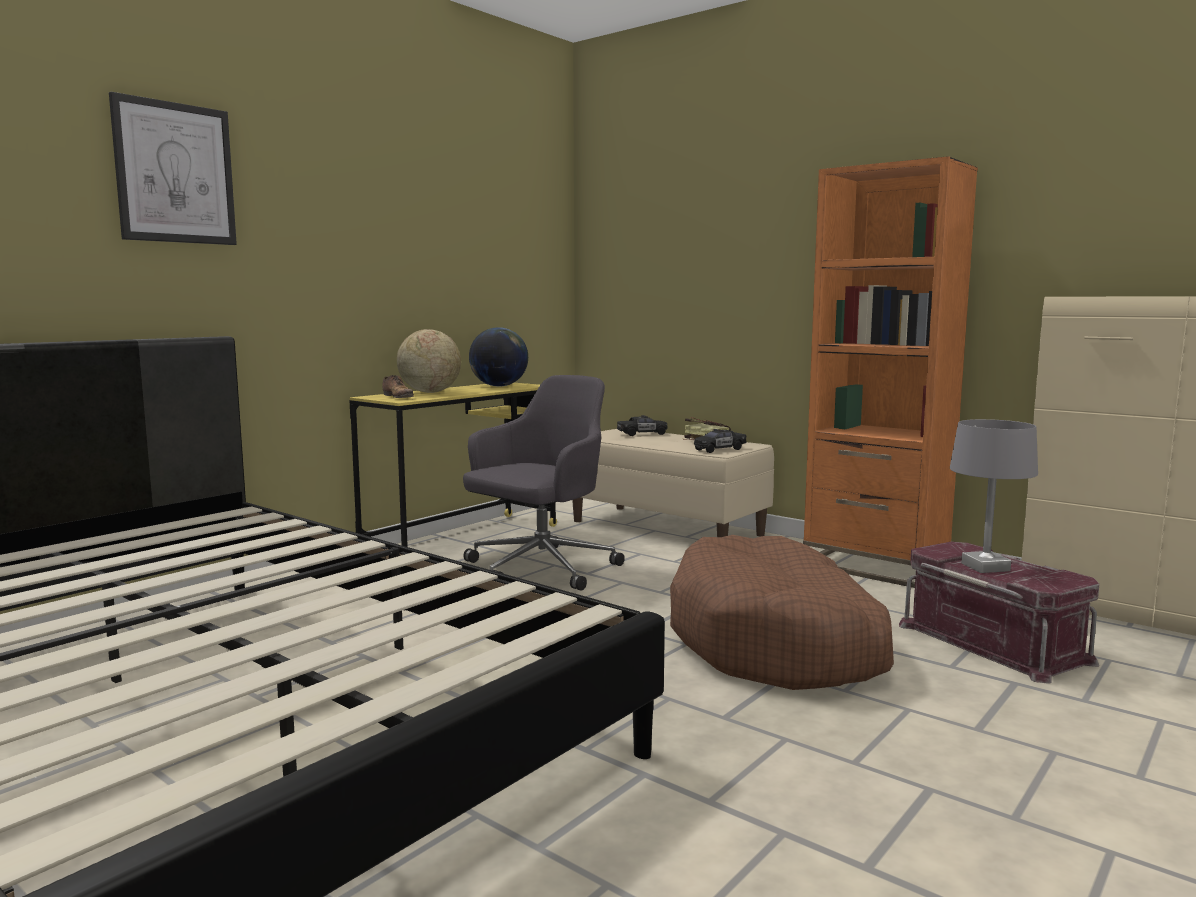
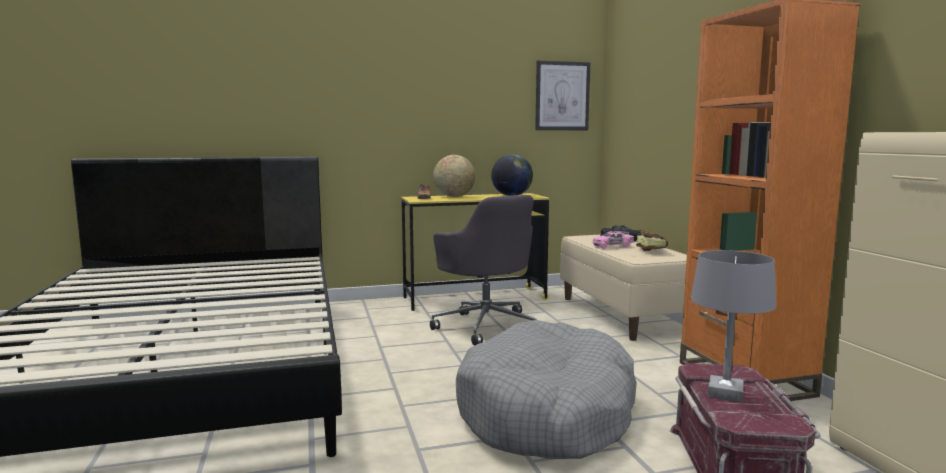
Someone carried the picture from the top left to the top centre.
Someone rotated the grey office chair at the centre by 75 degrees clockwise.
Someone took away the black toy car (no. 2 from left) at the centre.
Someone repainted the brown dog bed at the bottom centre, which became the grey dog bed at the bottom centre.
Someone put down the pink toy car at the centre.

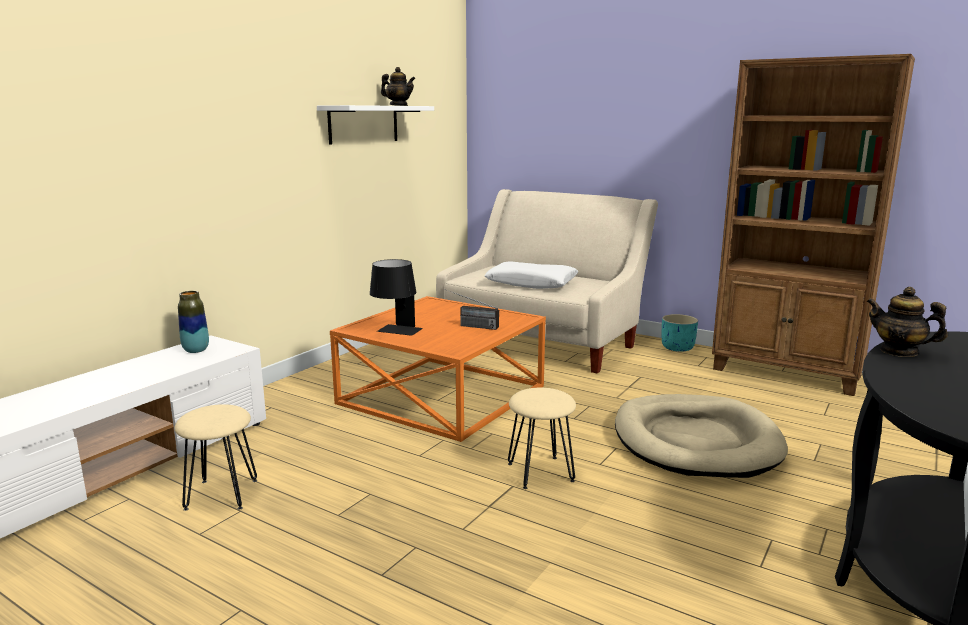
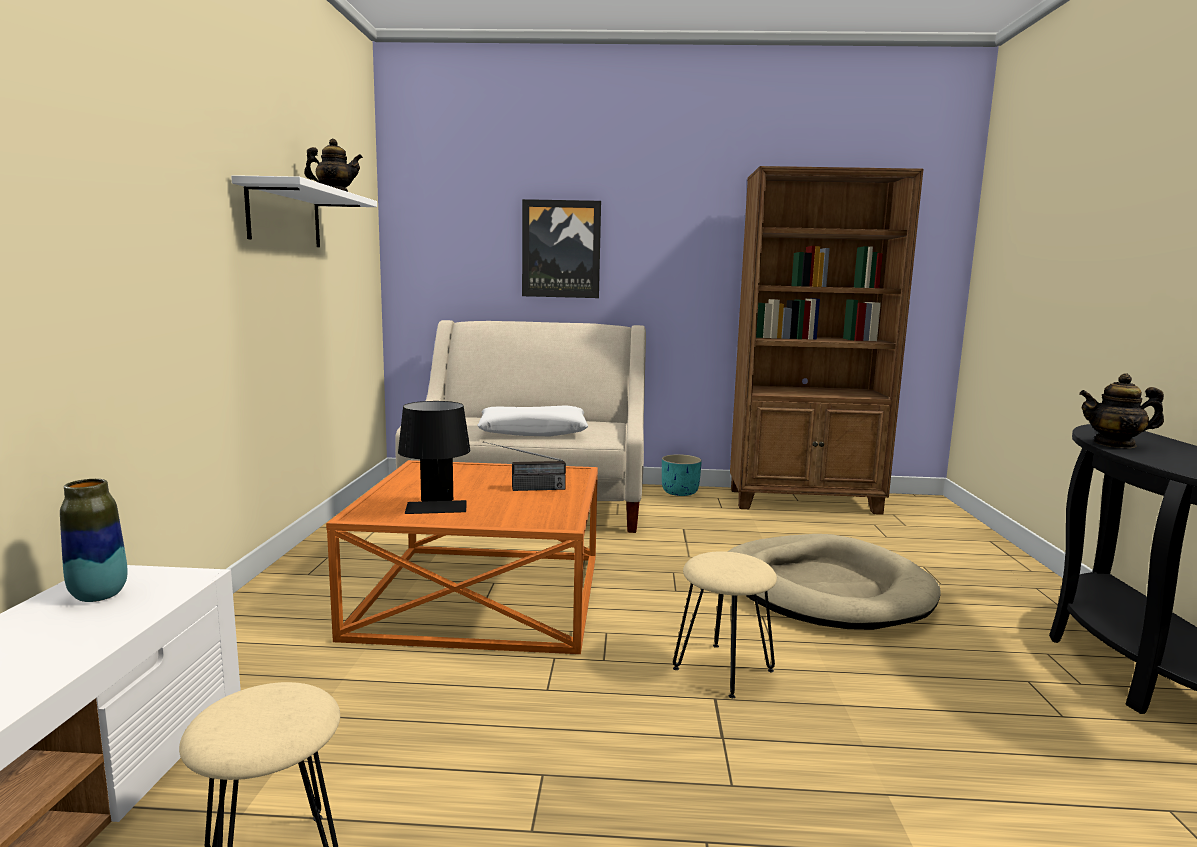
Someone put up the picture at the top centre.

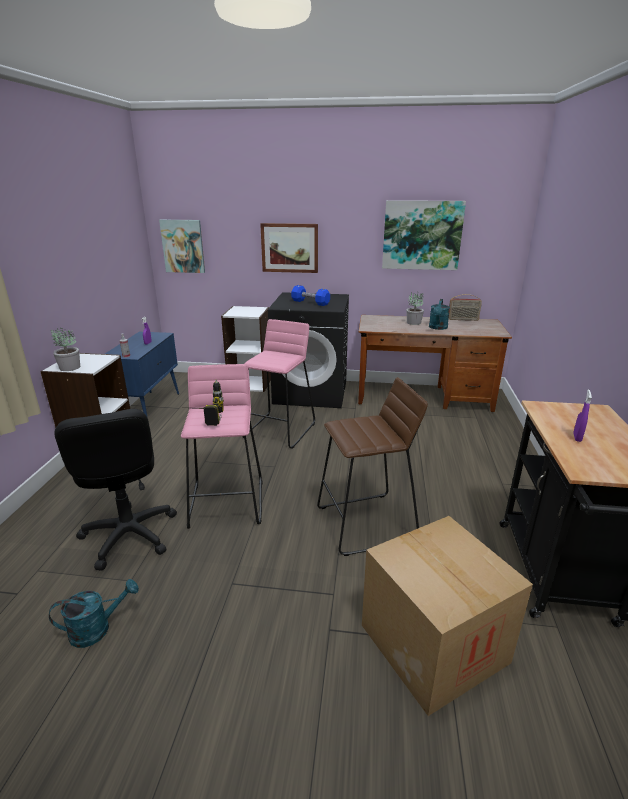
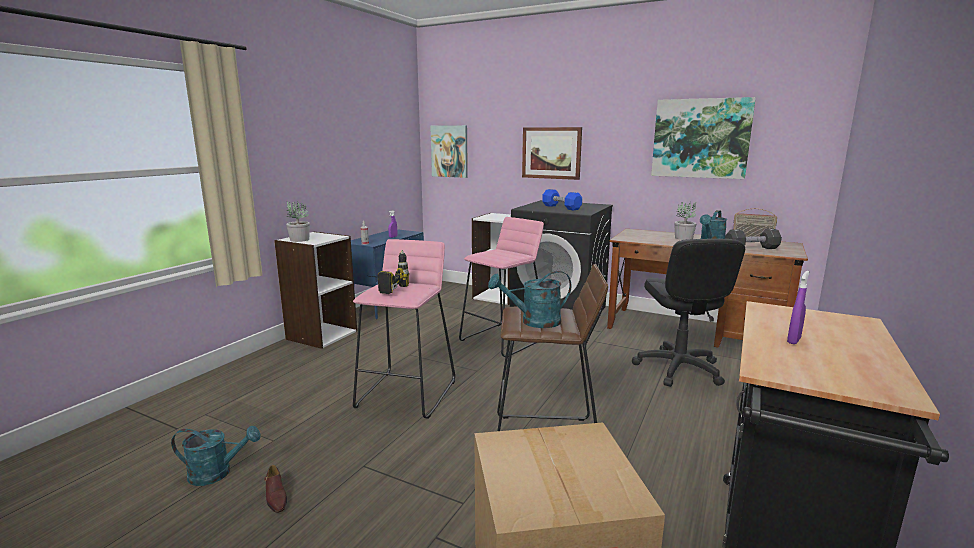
Someone carried the black office chair from the middle left to the middle right.
Someone put down the black dumbbell at the middle right.
Someone put down the turquoise watering can (no. 2 from left) at the centre.
Someone put down the brown shoe at the bottom left.

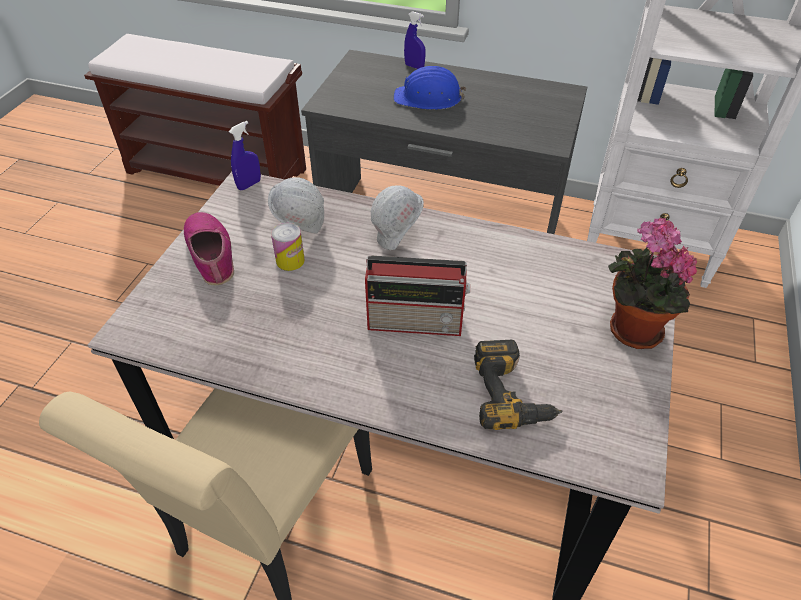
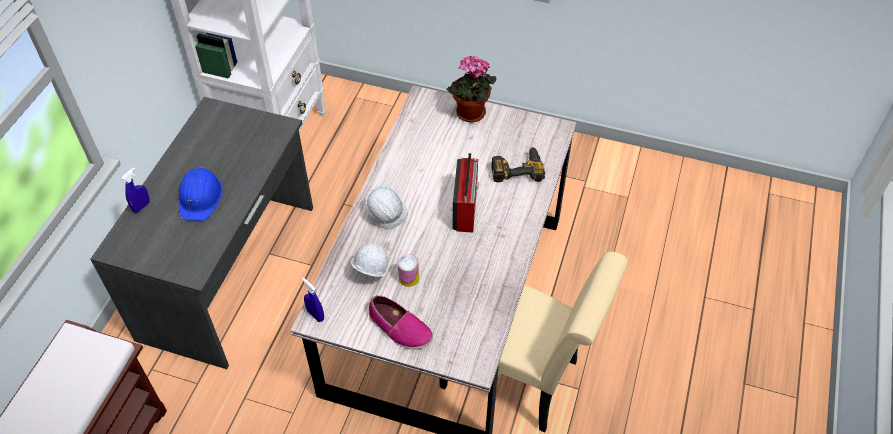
Someone rotated the shoe at the middle left by 120 degrees counterclockwise.

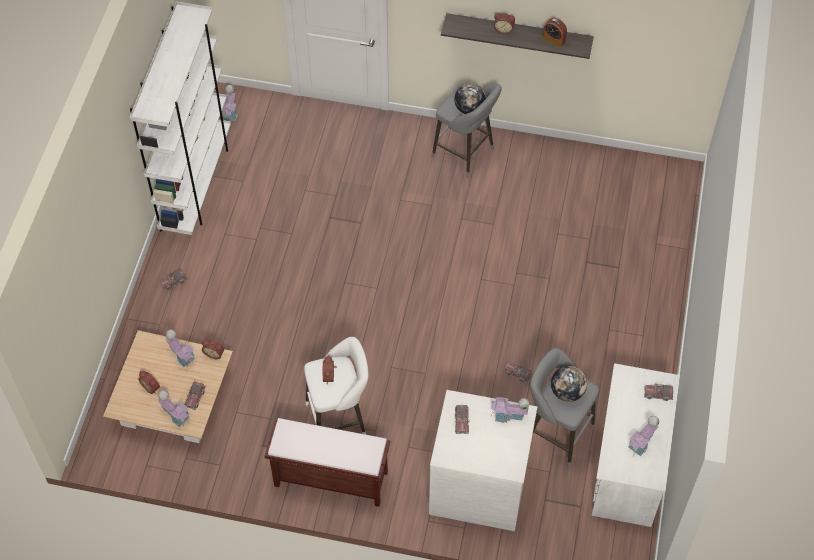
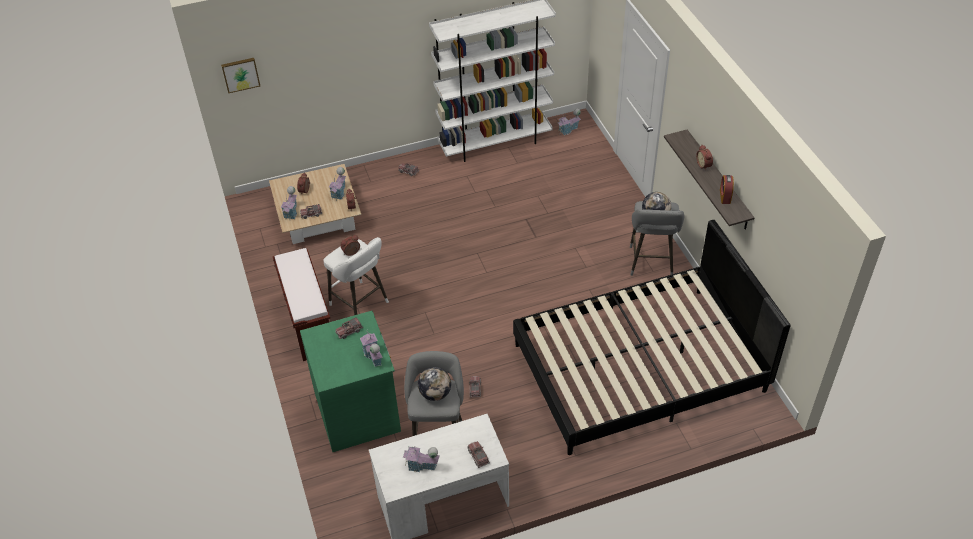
Someone repainted the white dresser at the bottom centre, which became the green dresser at the bottom centre.
Someone put up the picture at the top left.
Someone put down the black bed at the middle right.

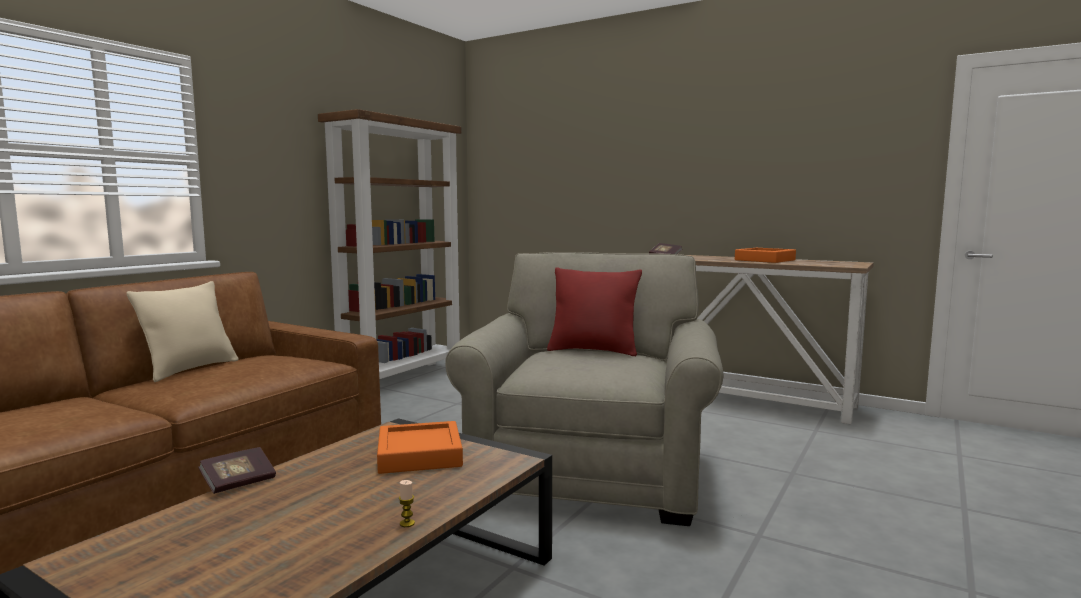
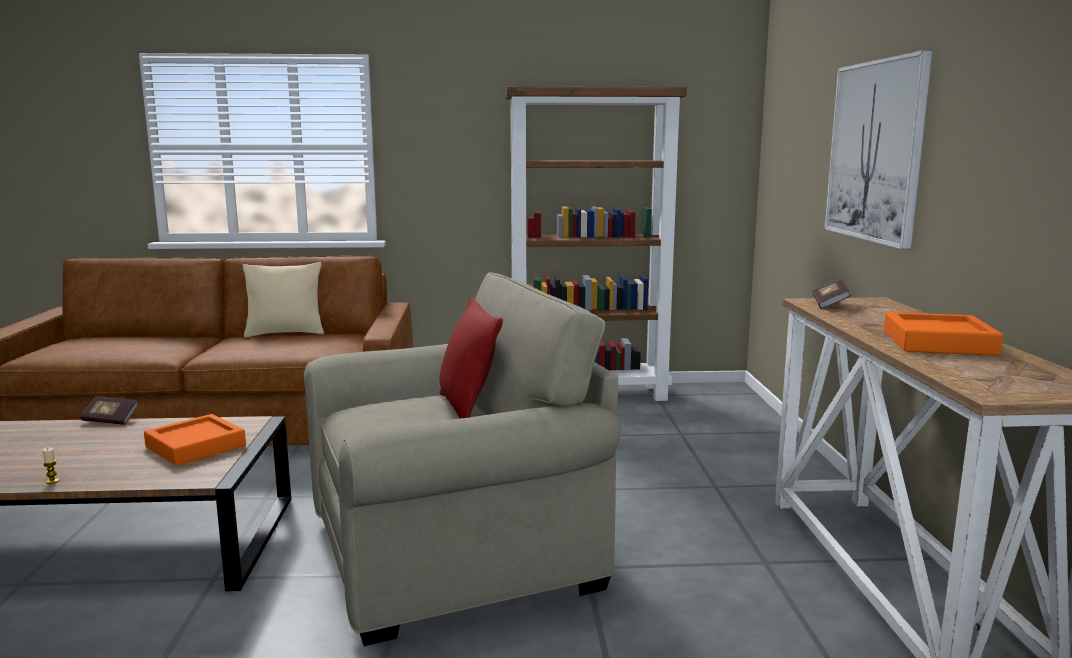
Someone put up the picture at the top right.

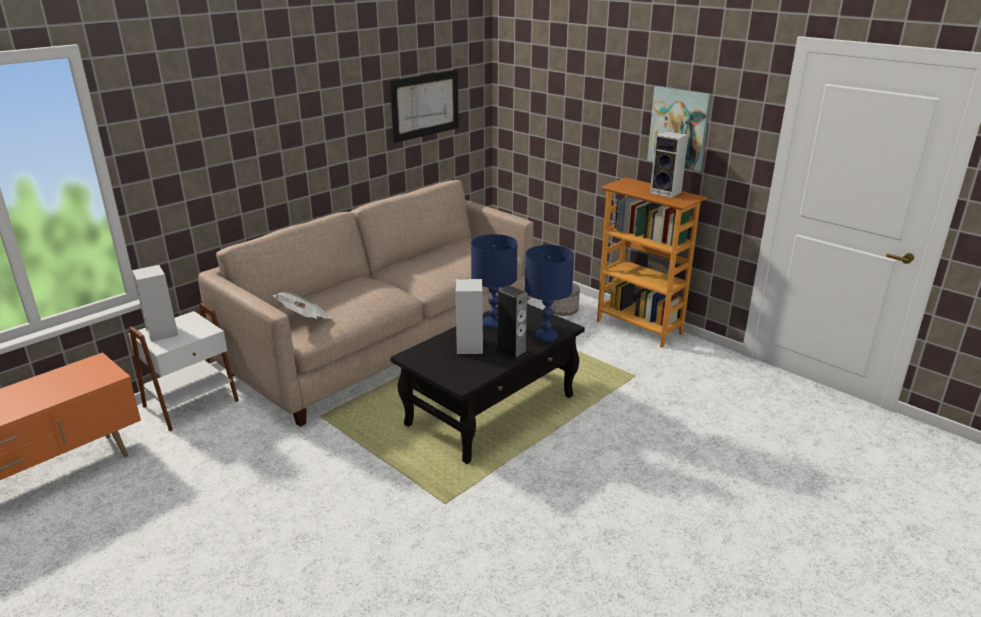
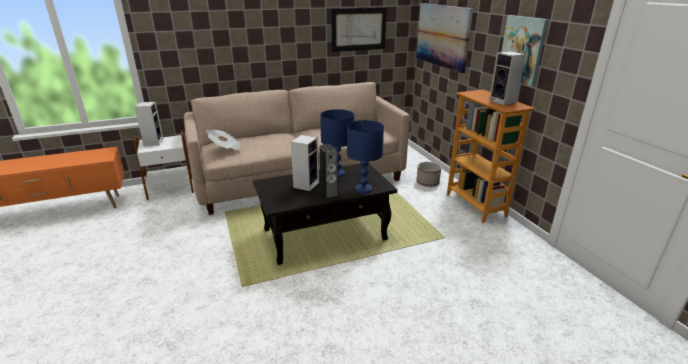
Someone put up the picture (no. 2 from left) at the top centre.

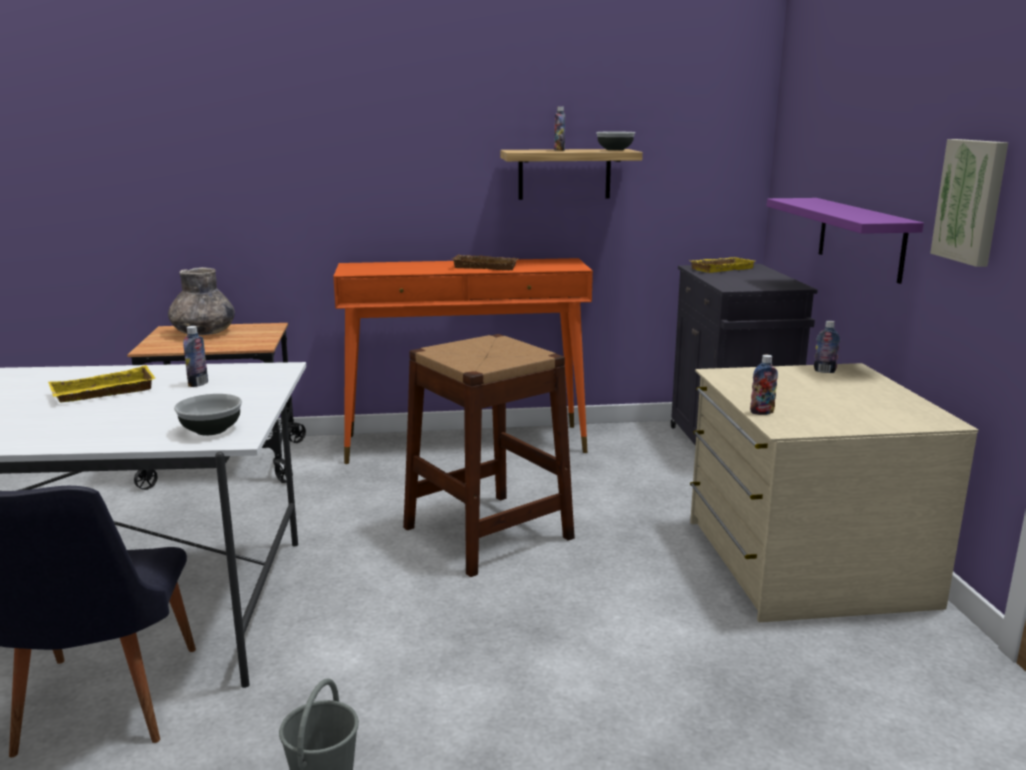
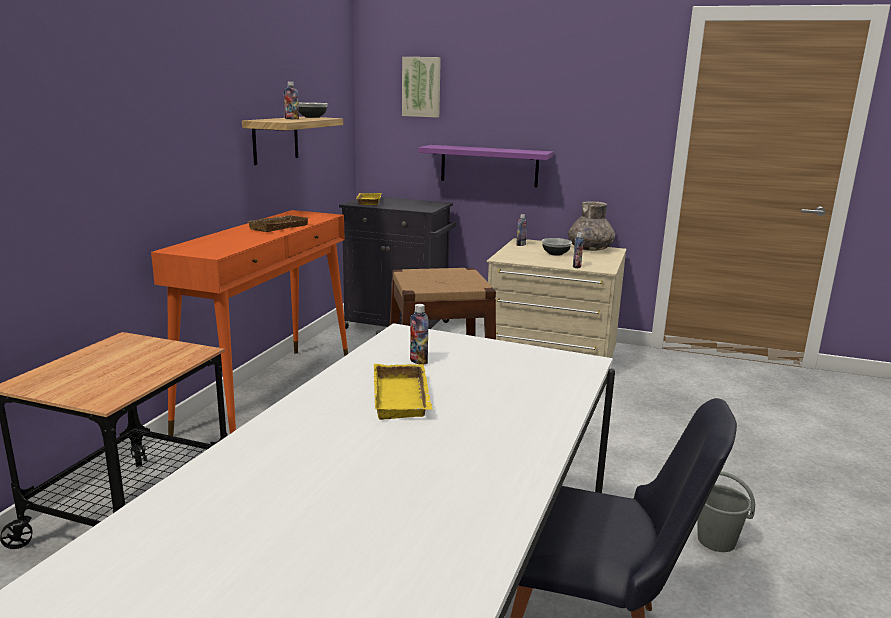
Someone carried the picture from the top right to the top centre.
Someone carried the grey vase from the middle left to the centre.
Someone carried the bowl (no. 1 from left in the first image) from the middle left to the centre.

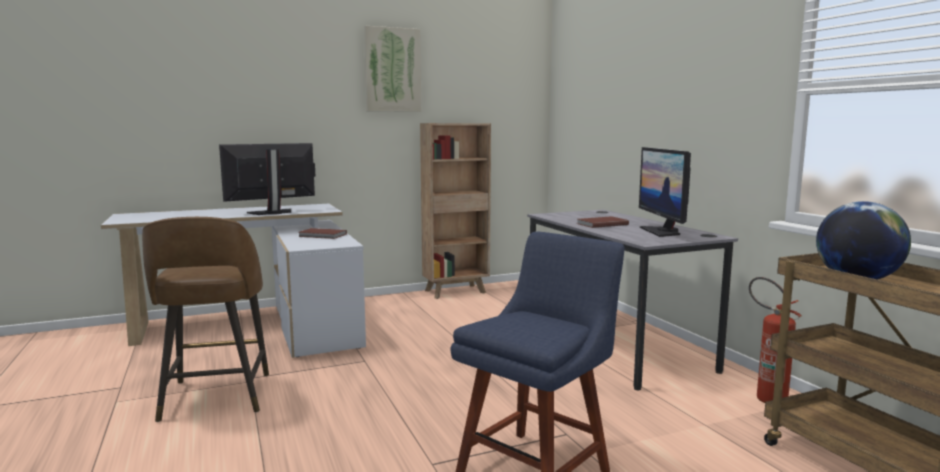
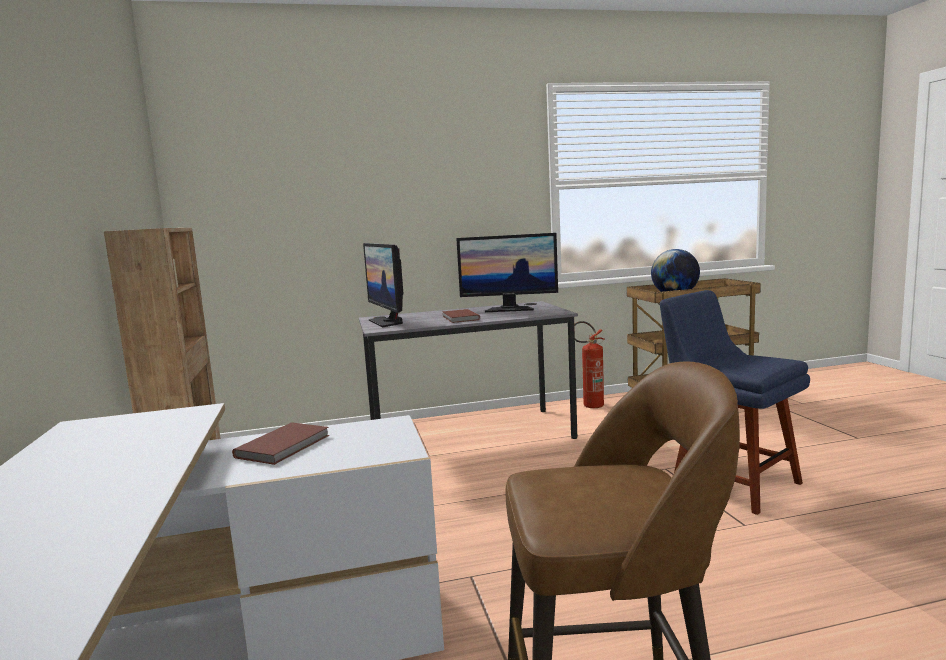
Someone took away the picture at the top centre.
Someone carried the monitor (no. 1 from left) from the middle left to the centre.

